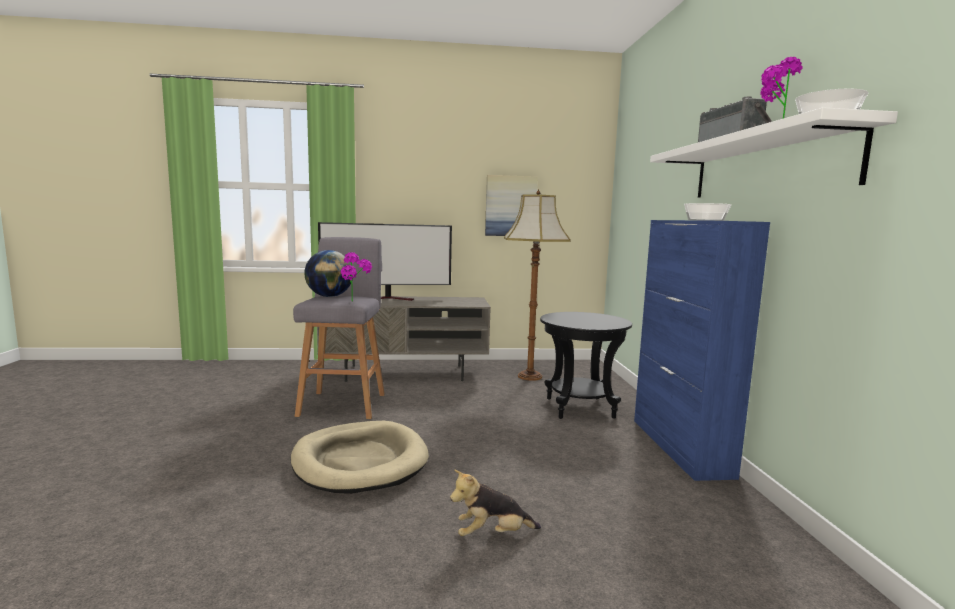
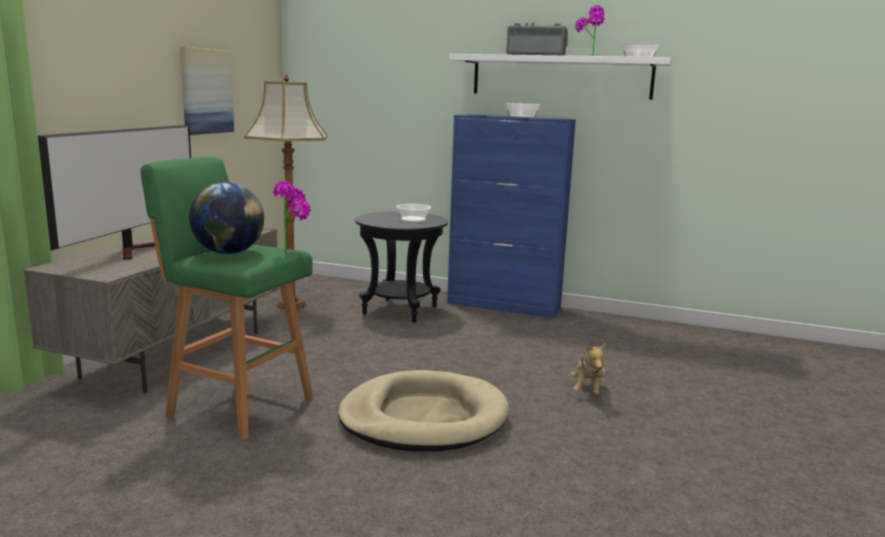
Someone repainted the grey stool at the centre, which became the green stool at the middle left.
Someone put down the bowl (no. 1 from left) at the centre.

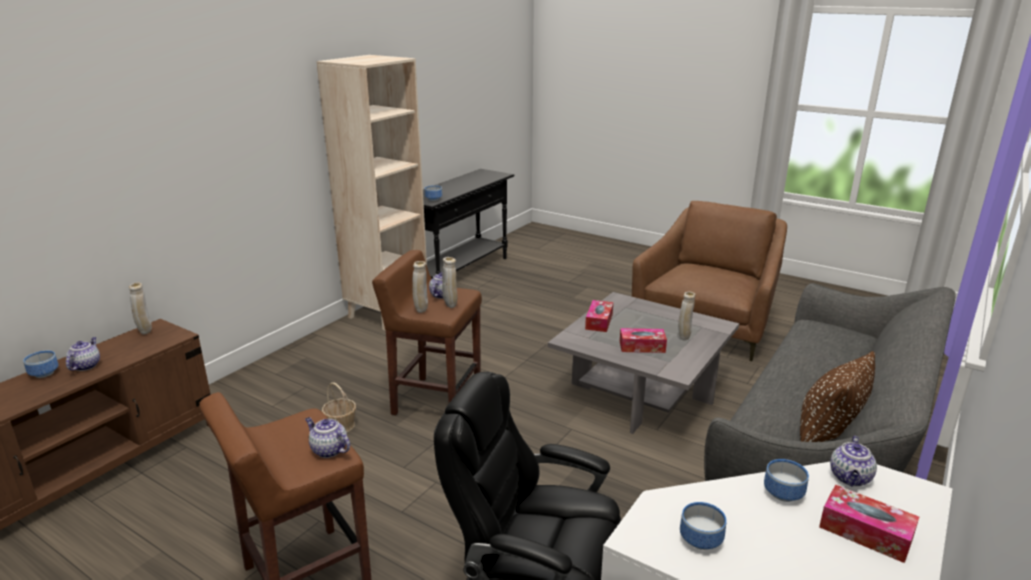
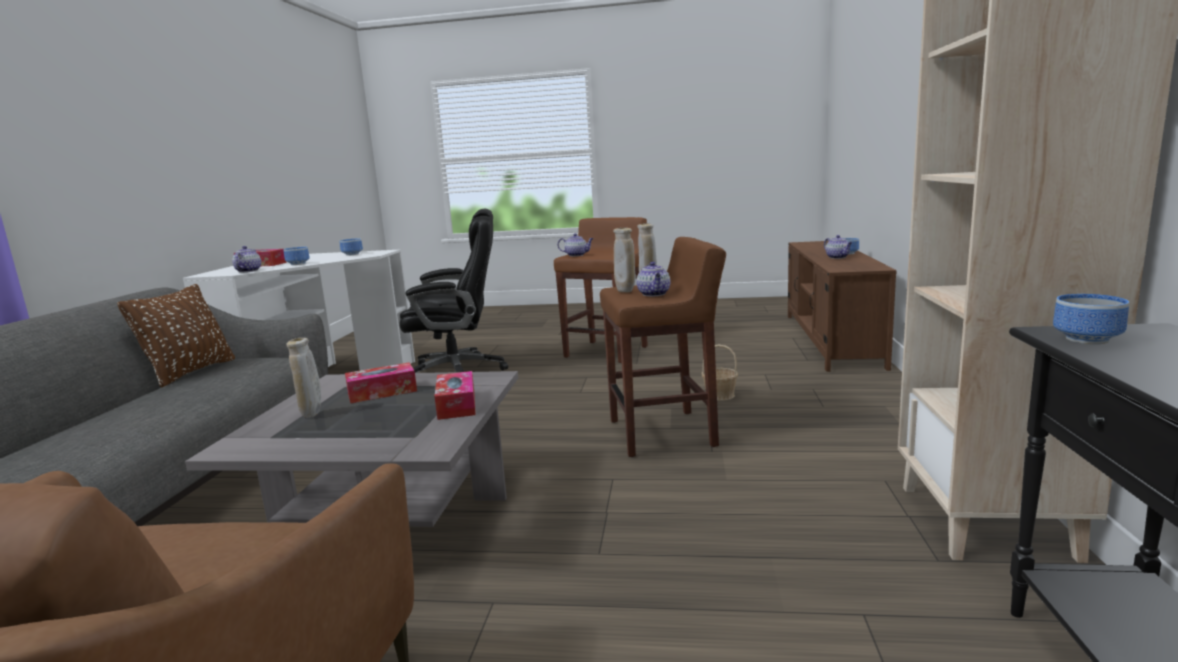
Someone took away the beige vase (no. 1 from left) at the middle left.

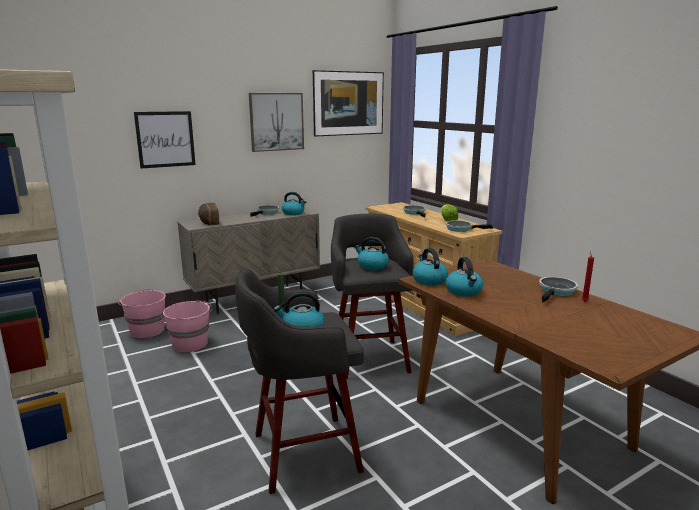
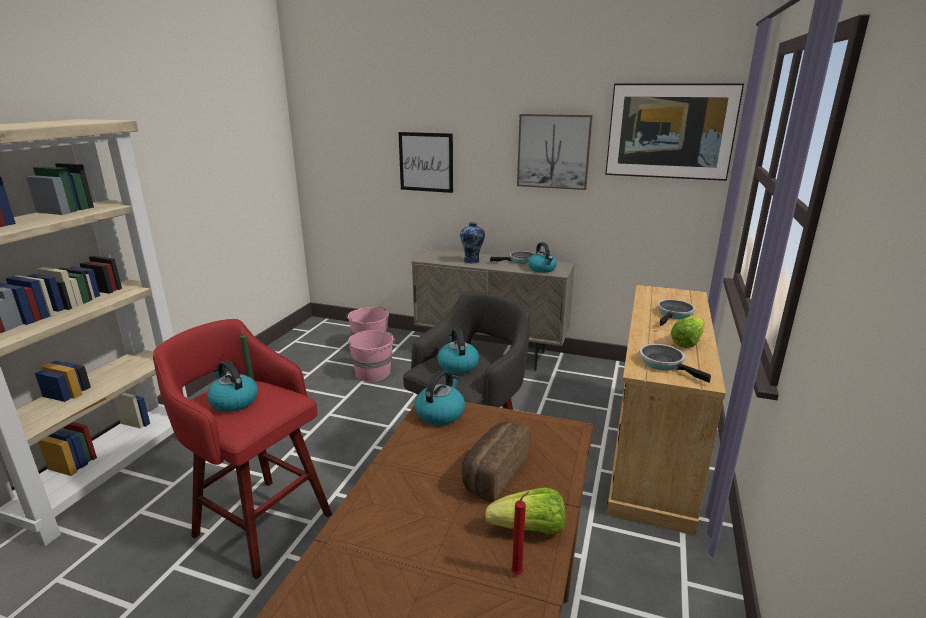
Someone carried the bread from the middle left to the bottom centre.
Someone took away the kettle (no. 5 from left) at the centre.
Someone repainted the grey stool (no. 1 from left) at the bottom centre, which became the red stool at the bottom left.
Someone swapped the frying pan (no. 4 from left) at the middle right for the lettuce (no. 1 from left) at the bottom centre.
Someone put down the vase at the centre.

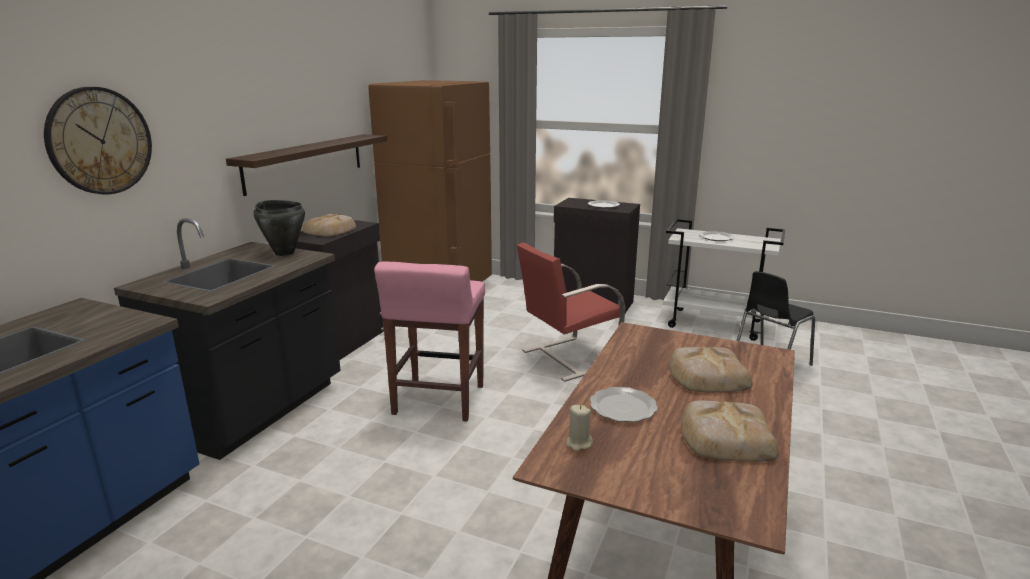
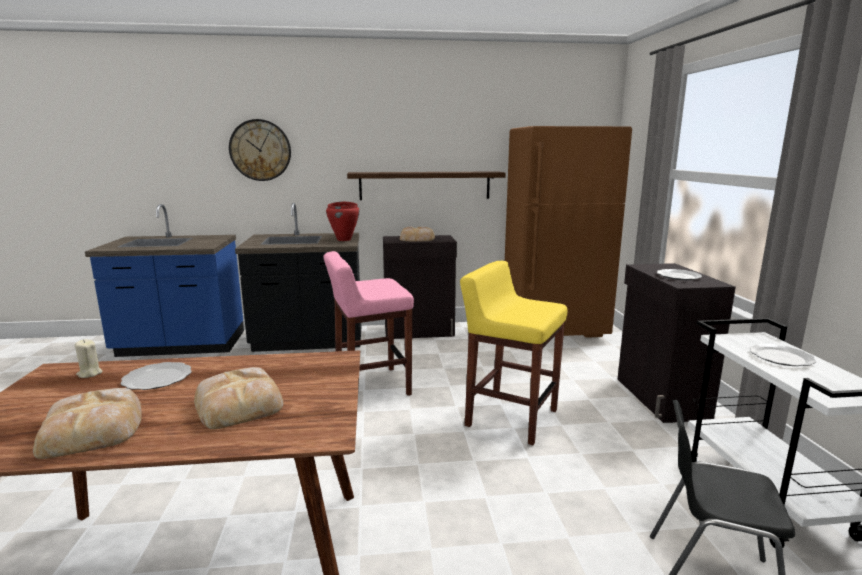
Someone repainted the black cooking pot at the middle left, which became the red cooking pot at the centre.
Someone swapped the red chair at the centre for the yellow stool at the centre.

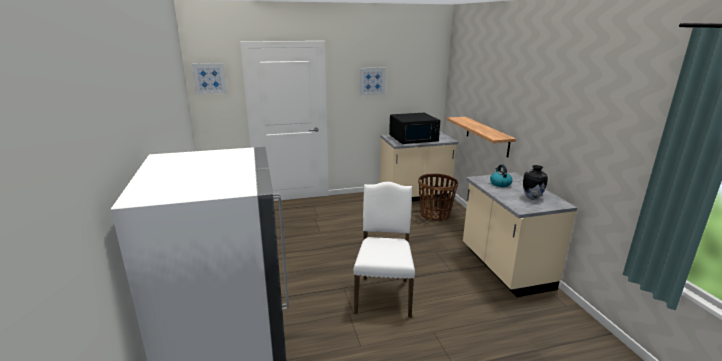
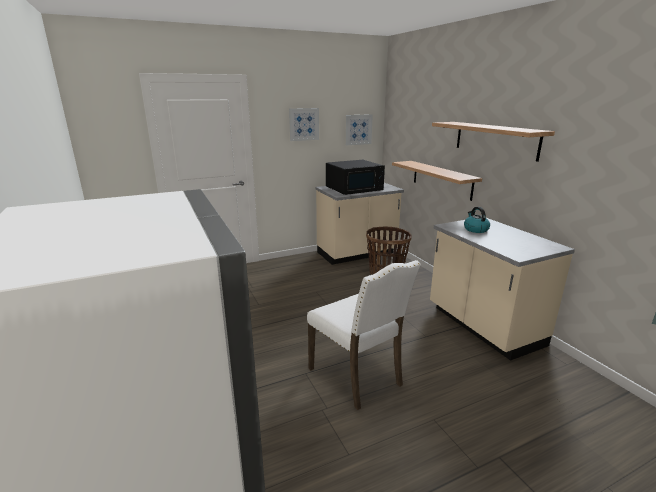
Someone carried the picture (no. 1 from left in the first image) from the top left to the top centre.
Someone took away the vase at the middle right.
Someone rotated the white chair at the bottom centre by 150 degrees clockwise.
Someone put up the shelf (no. 2 from left) at the top right.

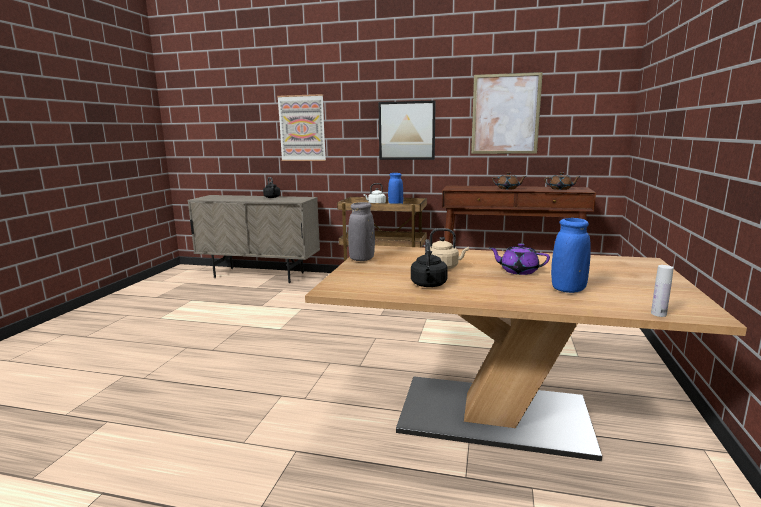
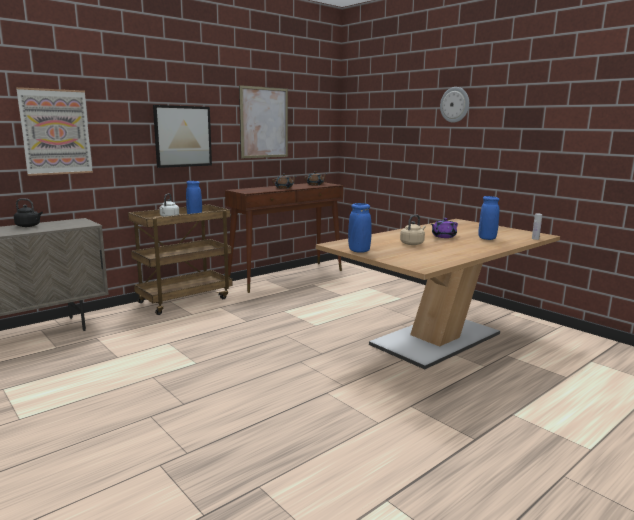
Someone repainted the grey vase at the centre, which became the blue vase (no. 2 from left) at the centre.
Someone took away the black kettle (no. 2 from left) at the centre.
Someone put up the wall clock at the top right.

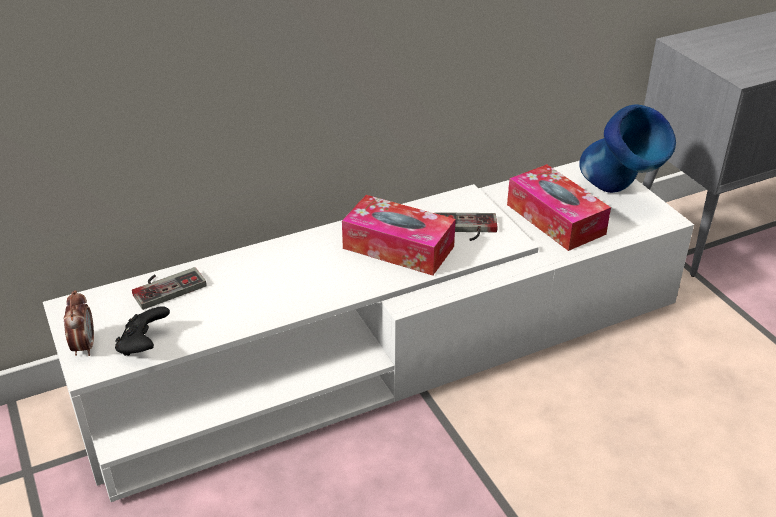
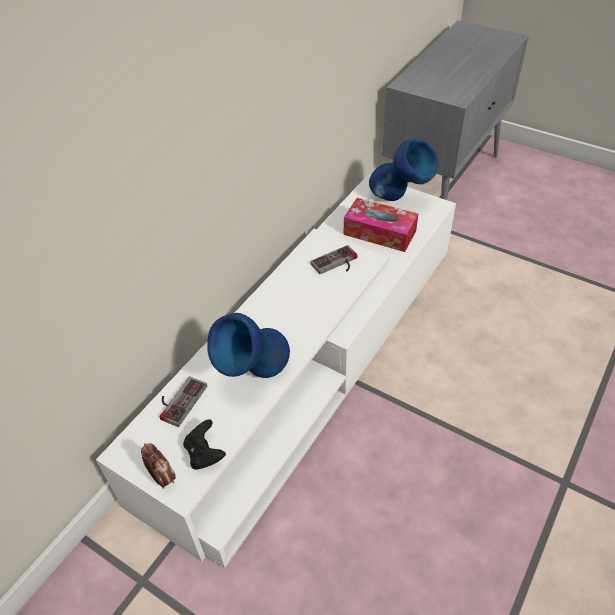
Someone took away the tissue box (no. 1 from left) at the centre.
Someone put down the blue vase (no. 1 from left) at the centre.

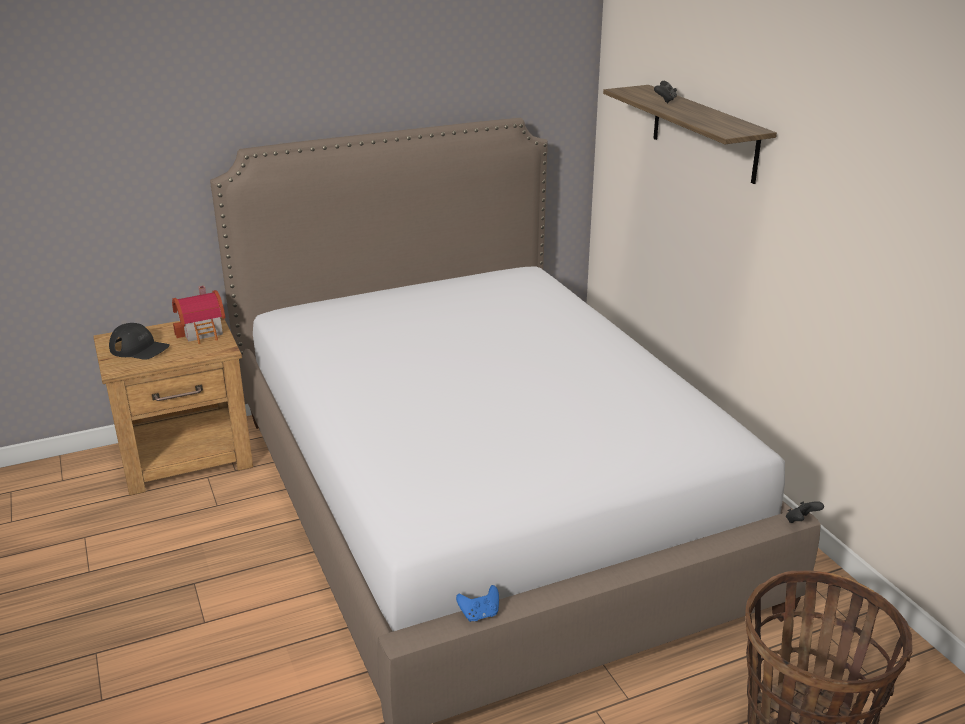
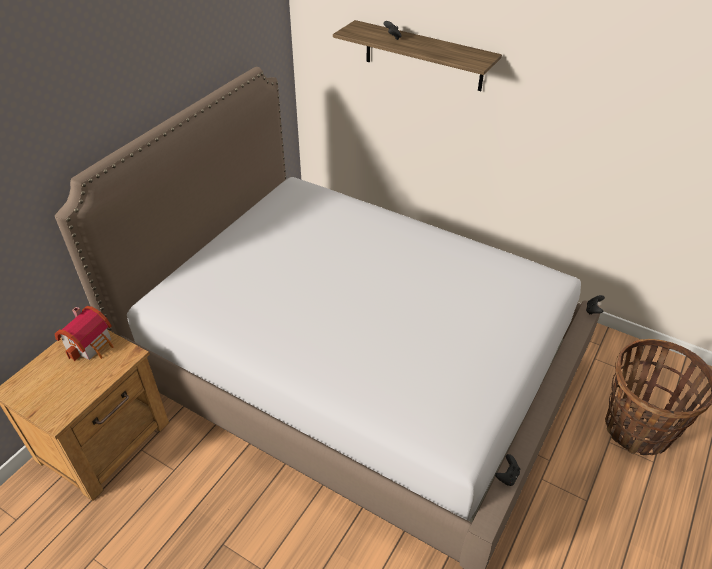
Someone took away the black cap at the middle left.
Someone repainted the blue game controller at the bottom centre, which became the black game controller (no. 2 from left) at the bottom right.

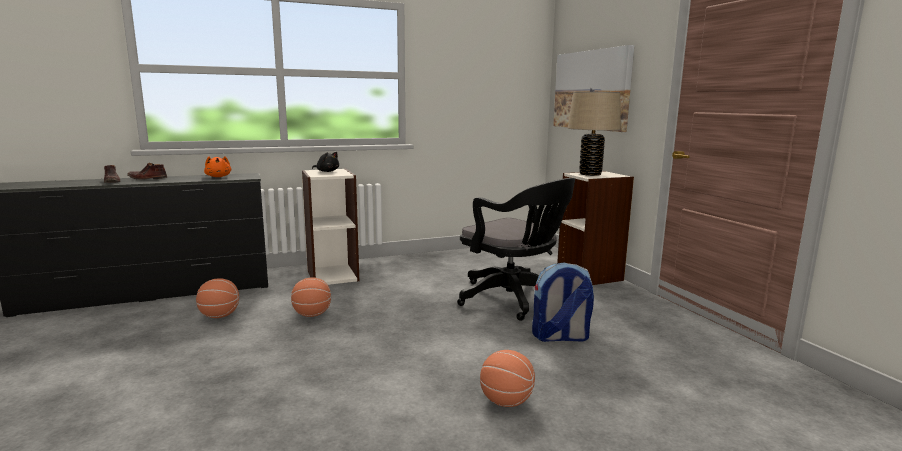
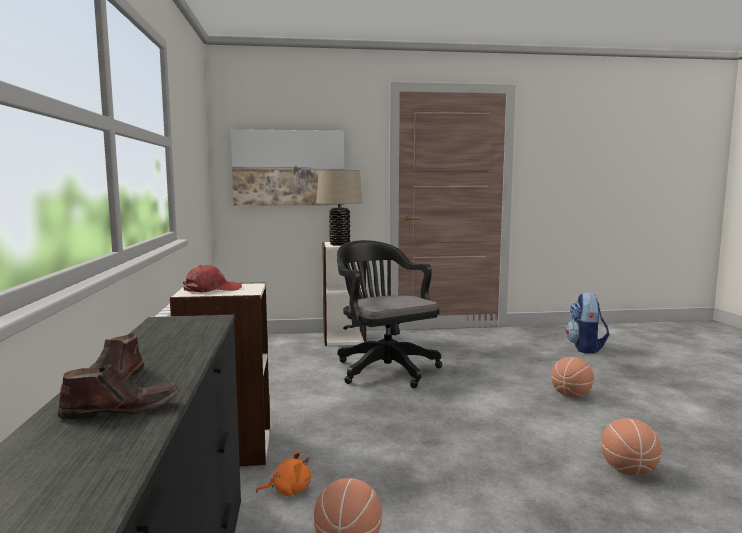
Someone swapped the black plush toy at the centre for the red cap at the middle left.
Someone carried the orange plush toy from the middle left to the bottom centre.
Someone rotated the black office chair at the centre by 90 degrees counterclockwise.
Someone carried the backpack from the bottom centre to the middle right.
Someone carried the basketball (no. 2 from left in the first image) from the centre to the bottom right.

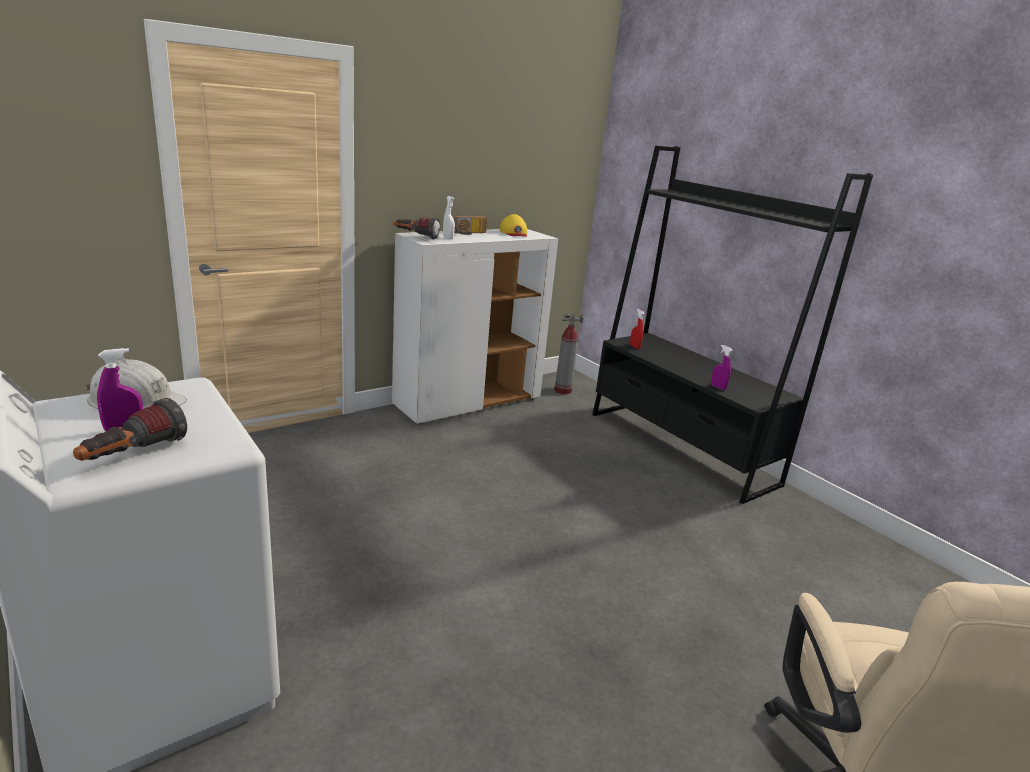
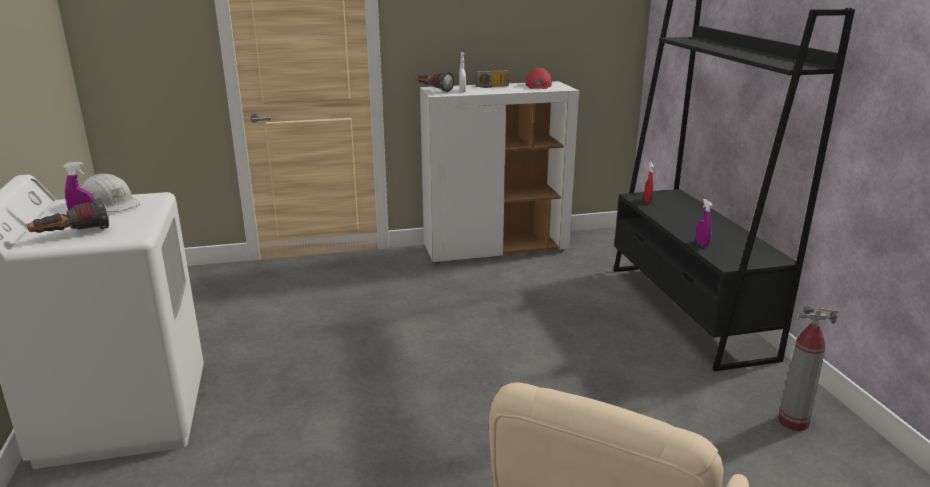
Someone repainted the yellow cap at the top centre, which became the red cap at the top centre.
Someone carried the fire extinguisher from the centre to the bottom right.

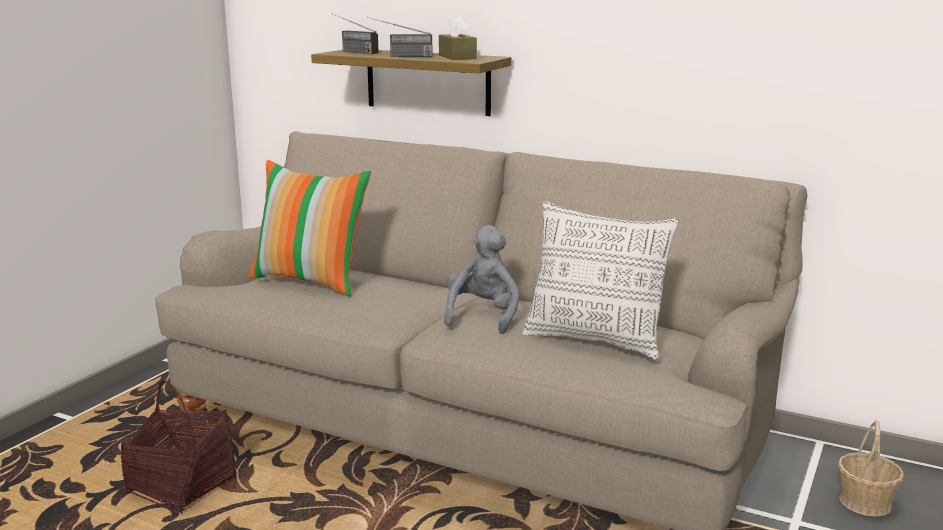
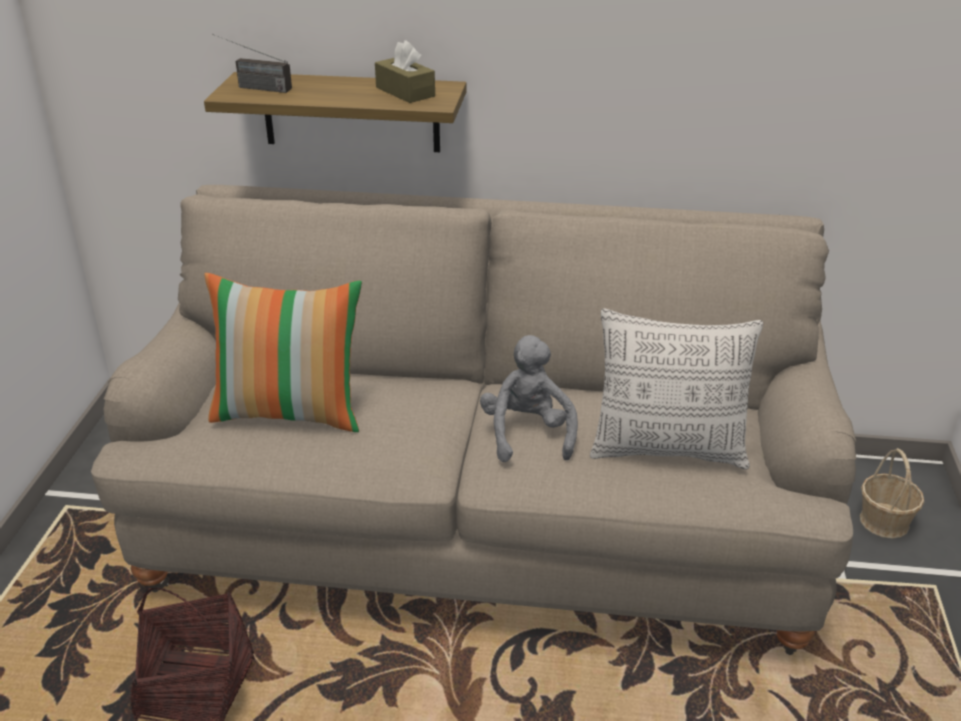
Someone took away the radio (no. 2 from left) at the top centre.

